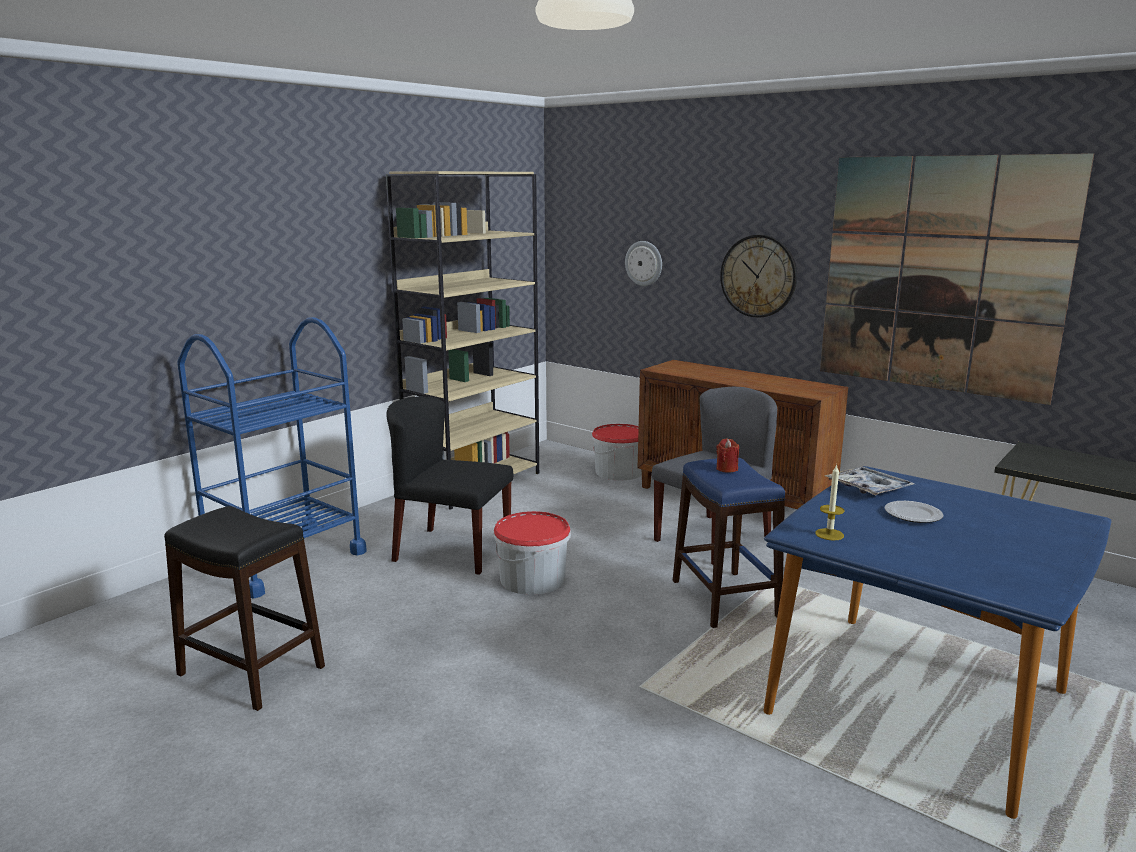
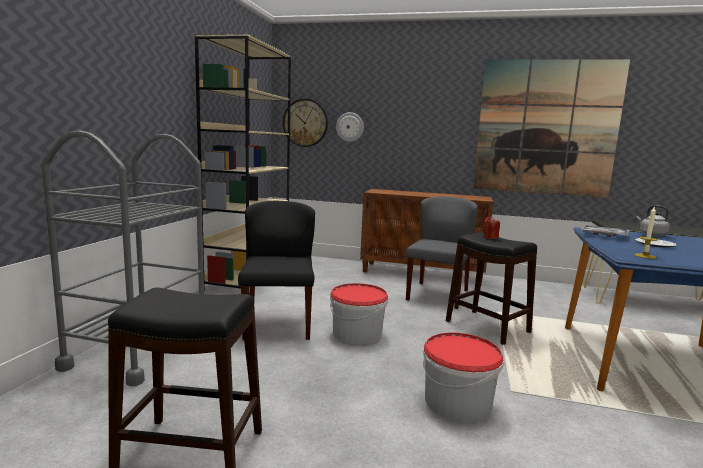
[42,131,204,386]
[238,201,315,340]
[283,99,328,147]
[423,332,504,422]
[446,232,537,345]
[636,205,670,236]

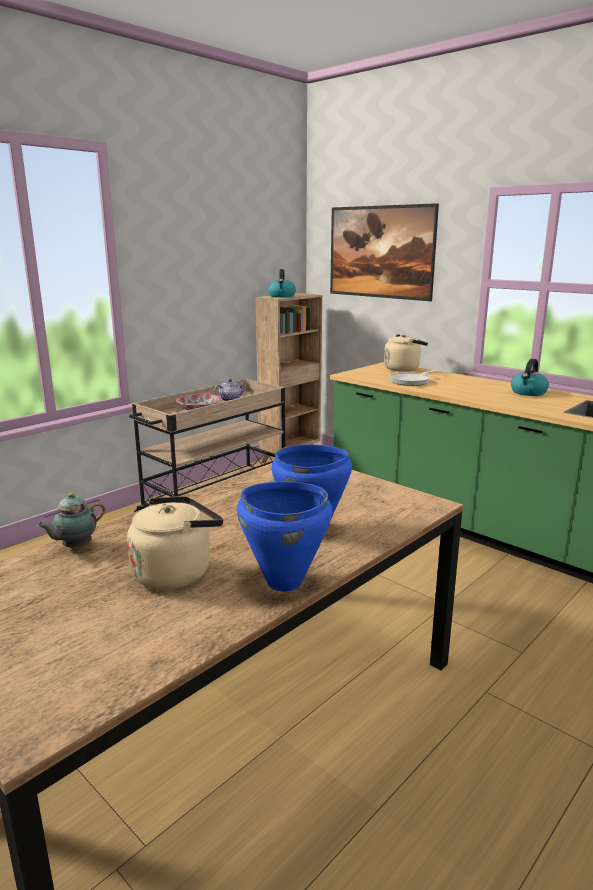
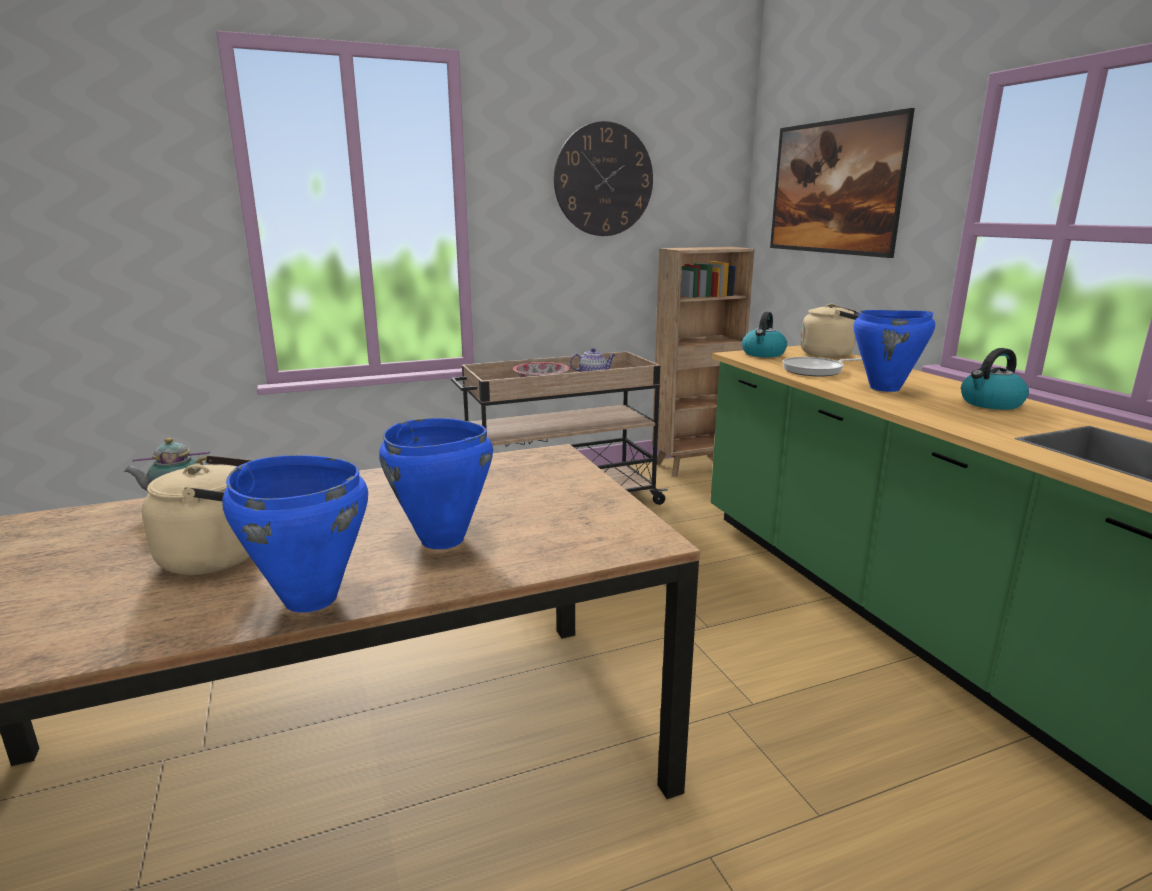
[554,121,653,236]
[742,312,787,357]
[854,310,935,392]

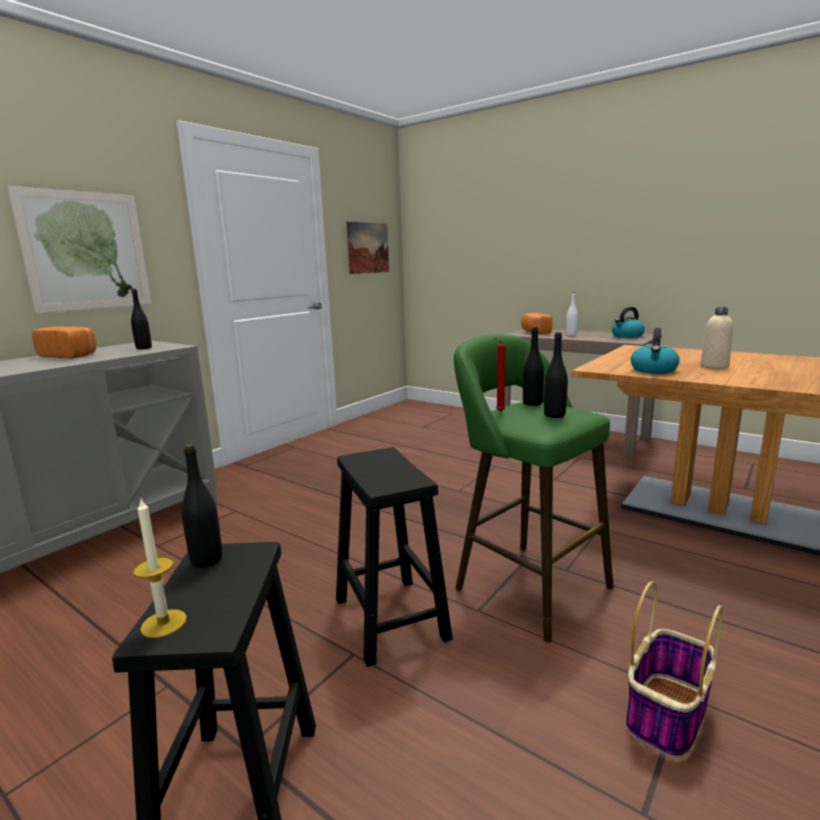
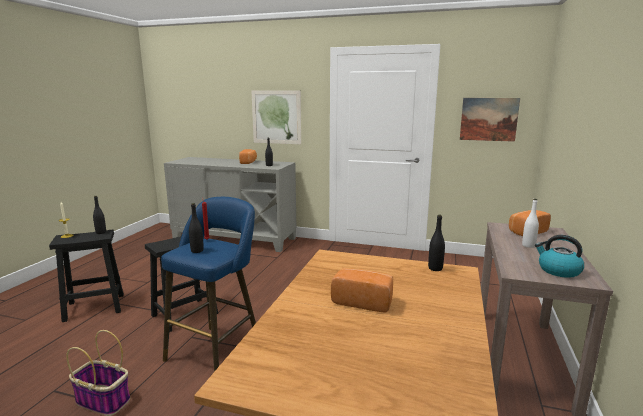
[161,197,256,372]
[331,268,393,313]
[428,215,445,271]
[631,328,680,374] (first image)

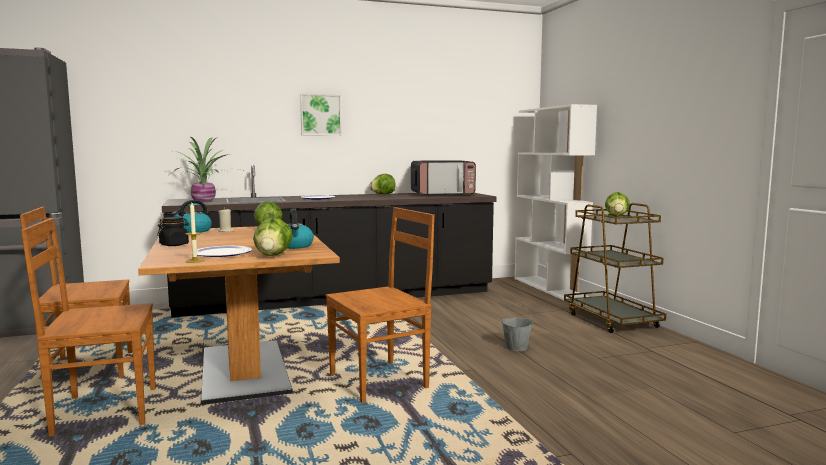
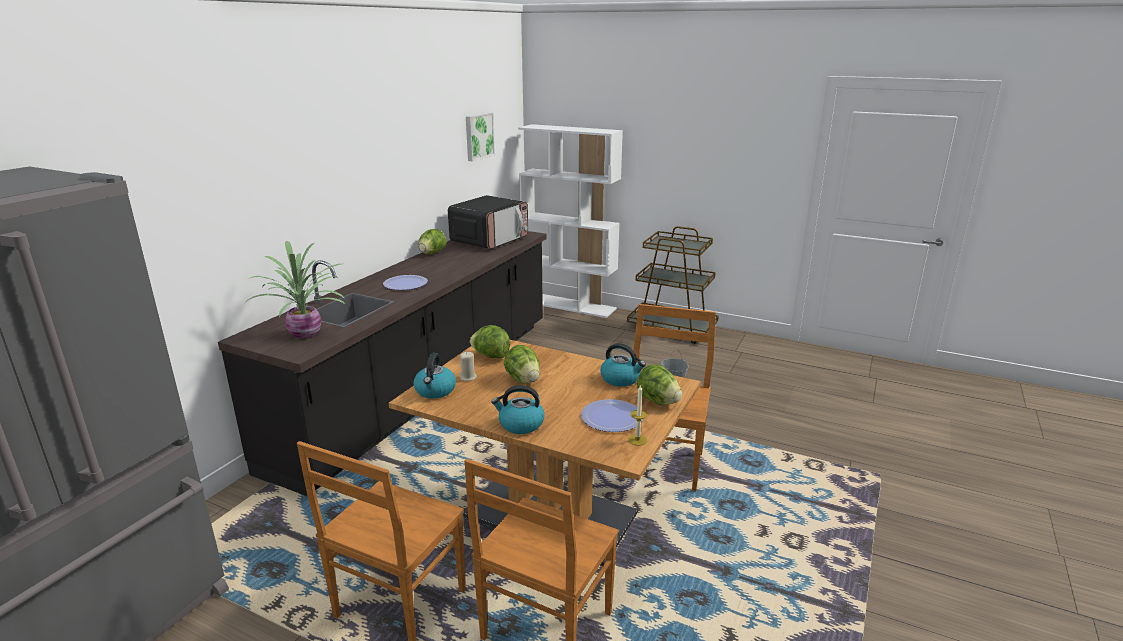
[466,112,495,161]
[491,385,544,434]
[504,345,540,384]

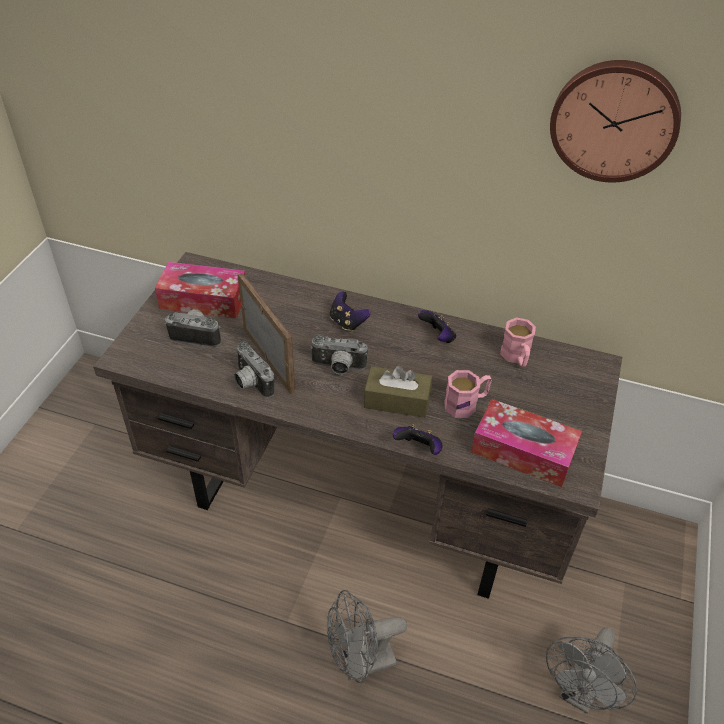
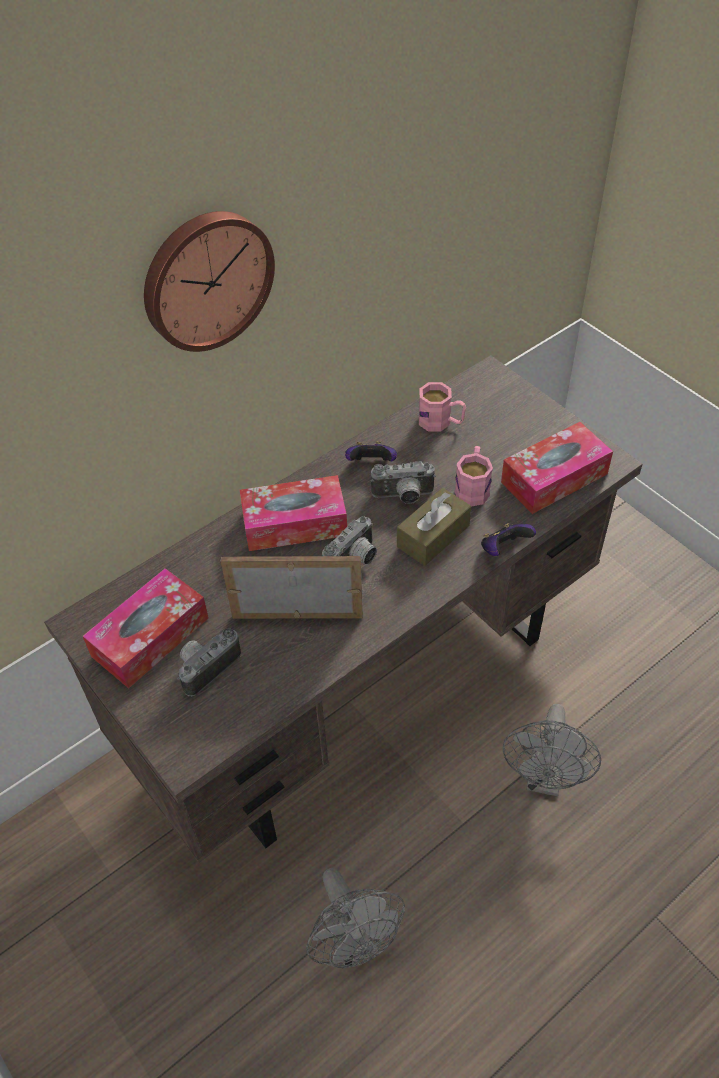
[144,211,275,352]
[240,475,347,551]
[306,868,405,968]
[371,461,436,504]

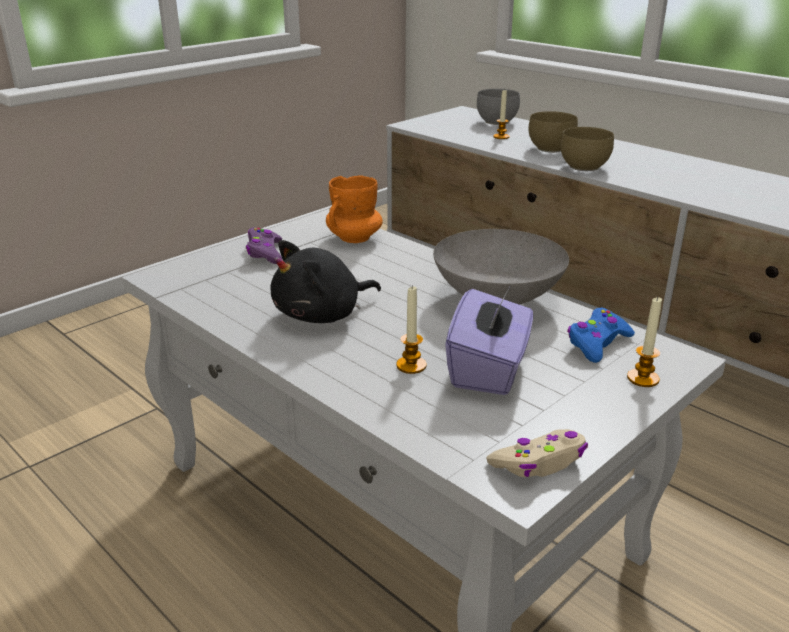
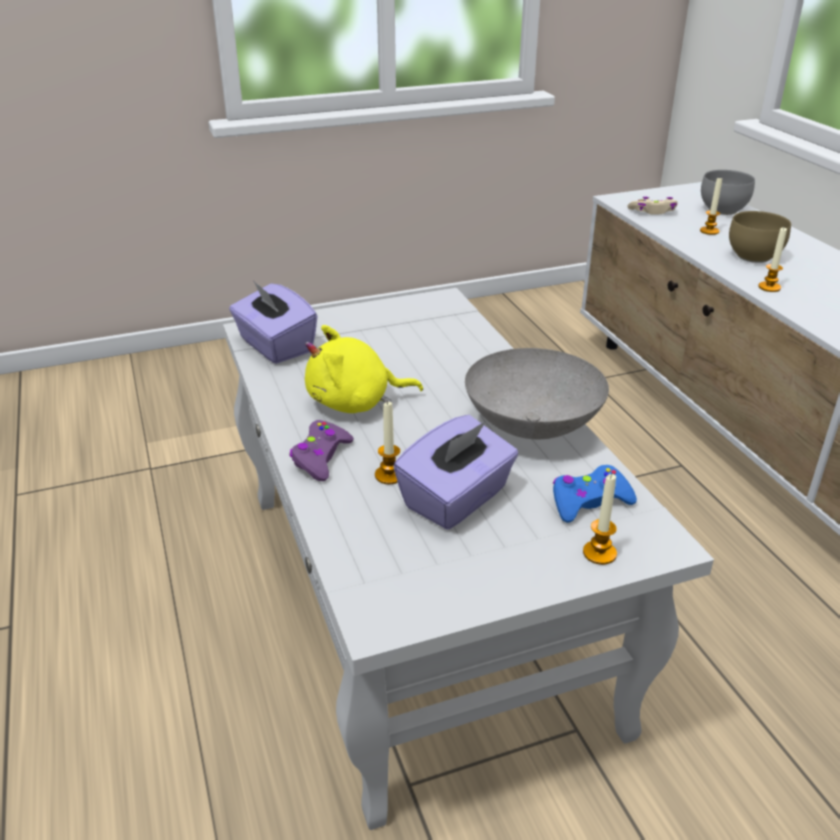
[229,279,318,364]
[290,420,354,481]
[305,325,423,413]
[628,197,677,215]
[758,227,787,292]
[326,175,383,243] (first image)

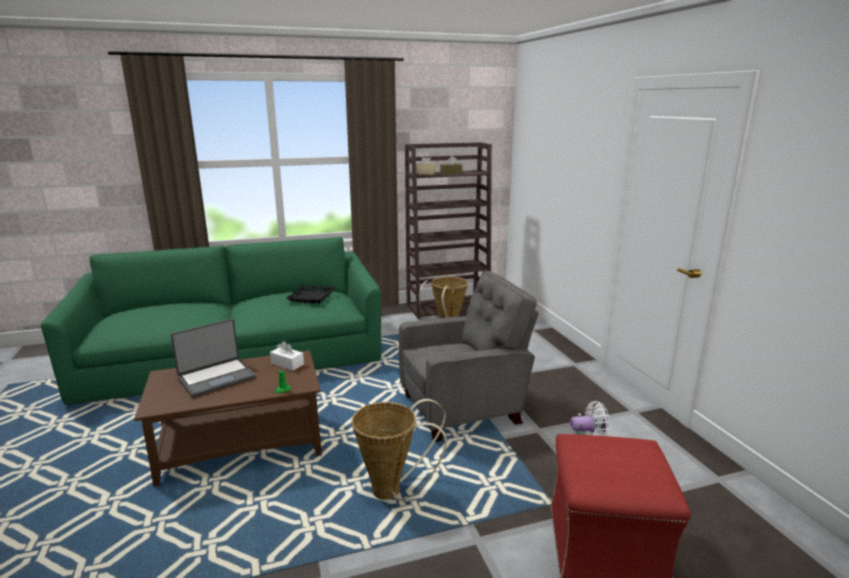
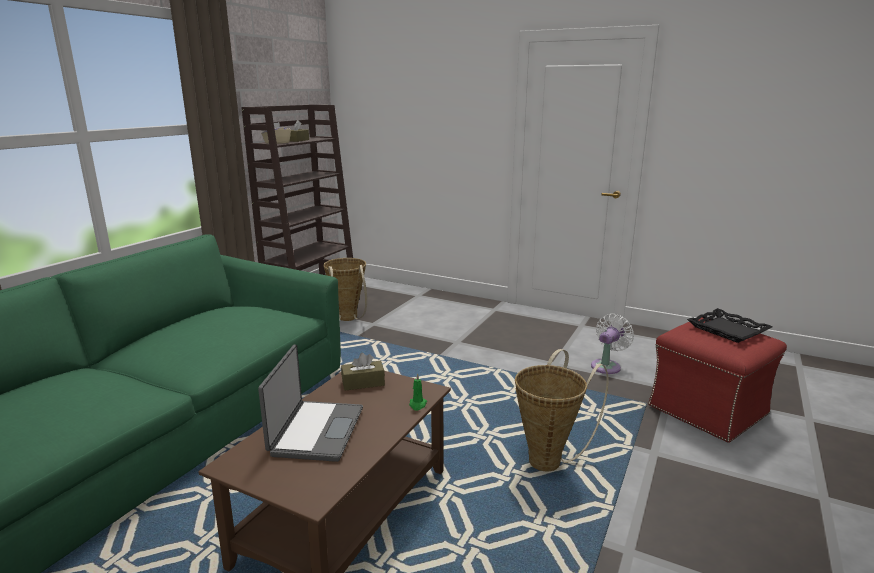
[341,353,385,391]
[687,308,772,343]
[399,271,539,442] (first image)

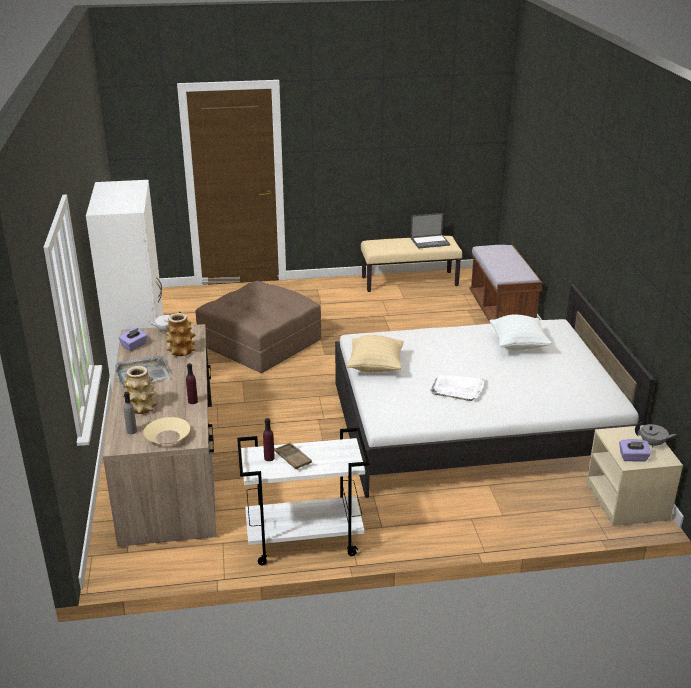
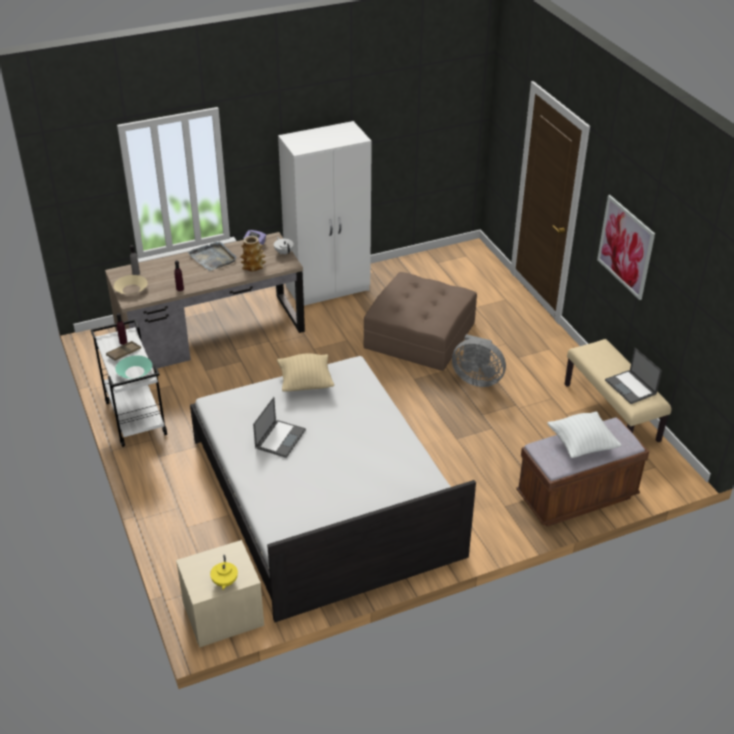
[115,355,152,379]
[210,555,238,590]
[253,397,306,458]
[452,334,506,387]
[547,411,622,458]
[597,195,655,300]
[122,366,157,414] (first image)
[619,439,651,462] (first image)

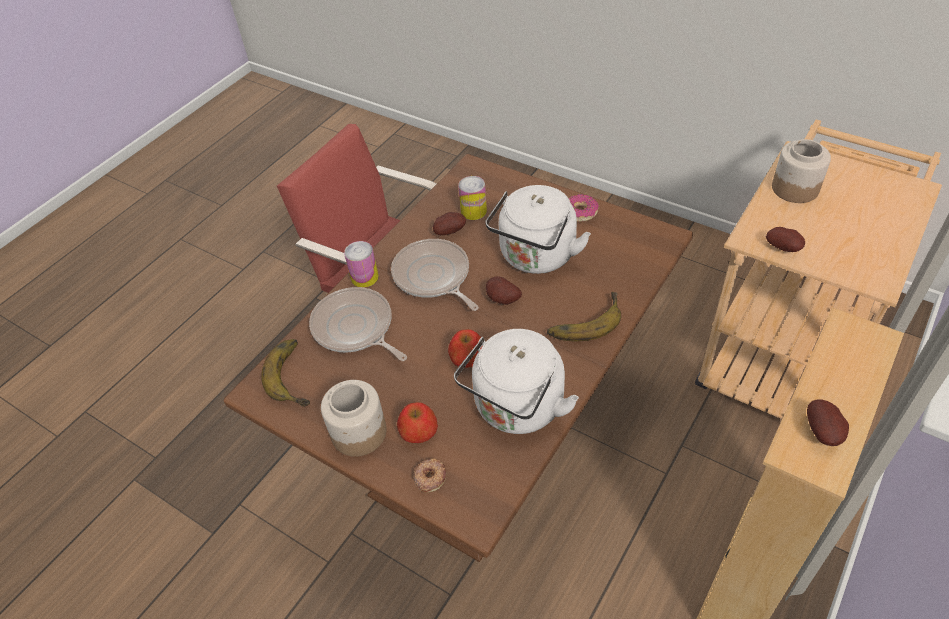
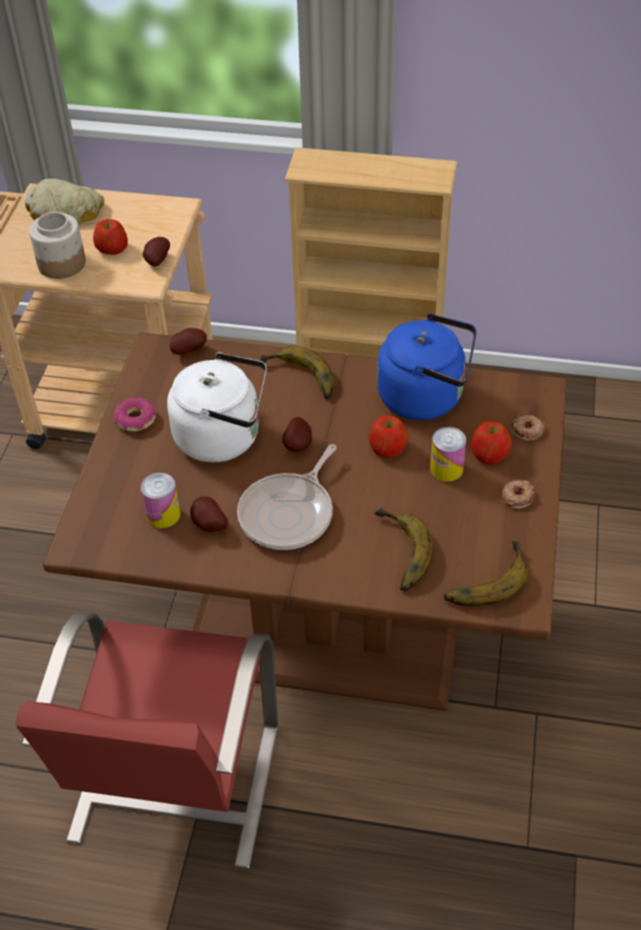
[25,179,105,222]
[93,219,128,255]
[170,328,207,355]
[374,508,434,591]
[377,313,477,420]
[430,427,466,481]
[502,480,535,509]

